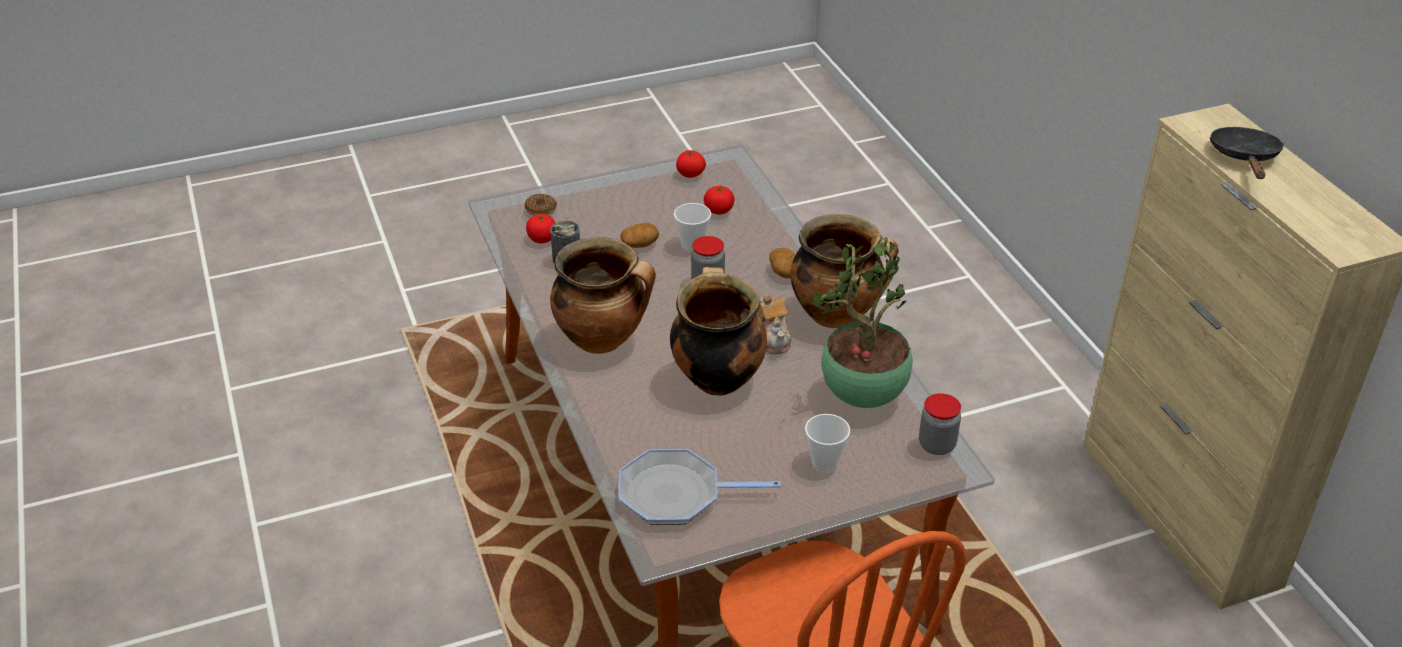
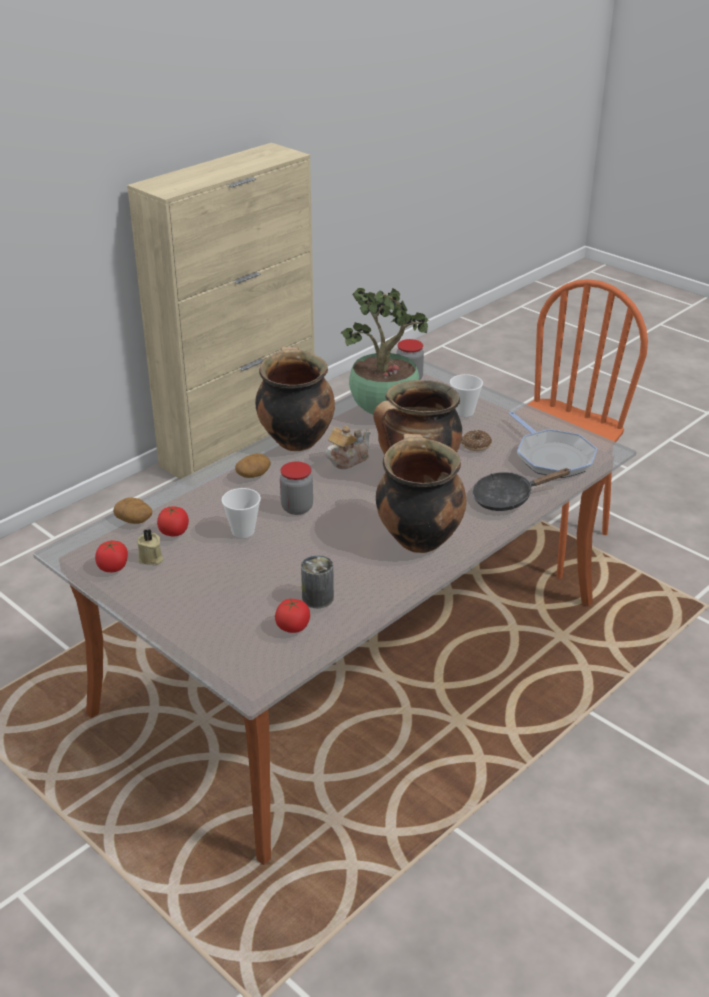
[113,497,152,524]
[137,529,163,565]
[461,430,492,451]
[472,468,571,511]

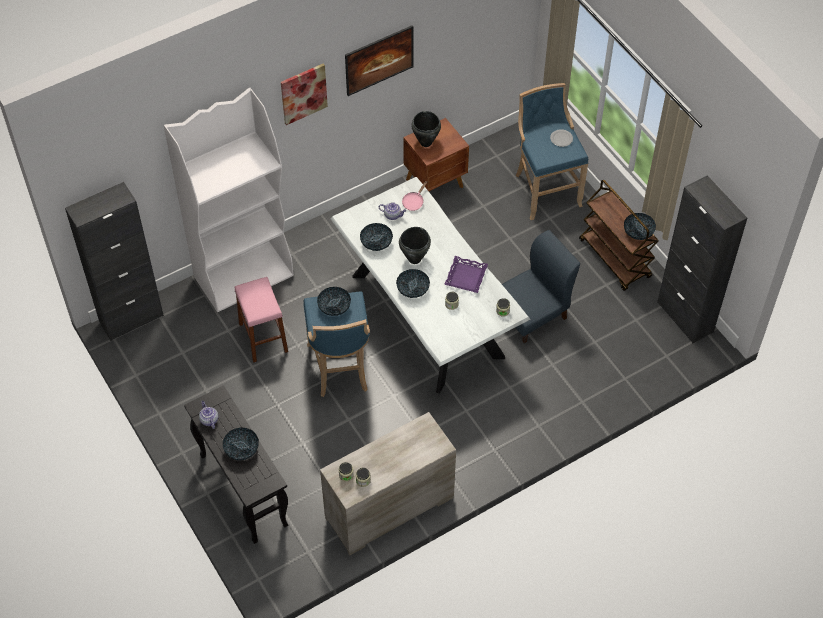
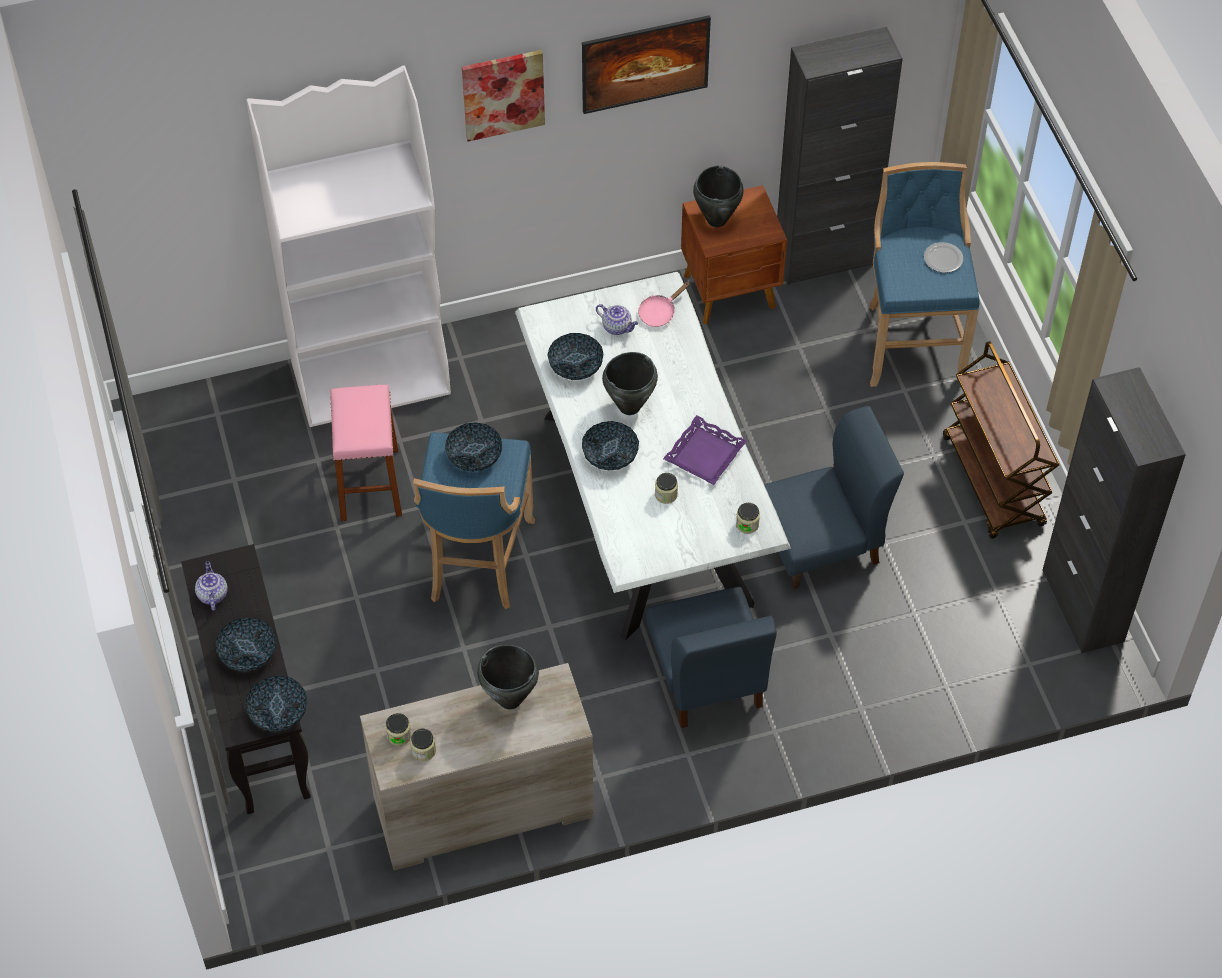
[245,676,307,732]
[477,645,539,709]
[646,587,777,728]
[777,27,903,285]

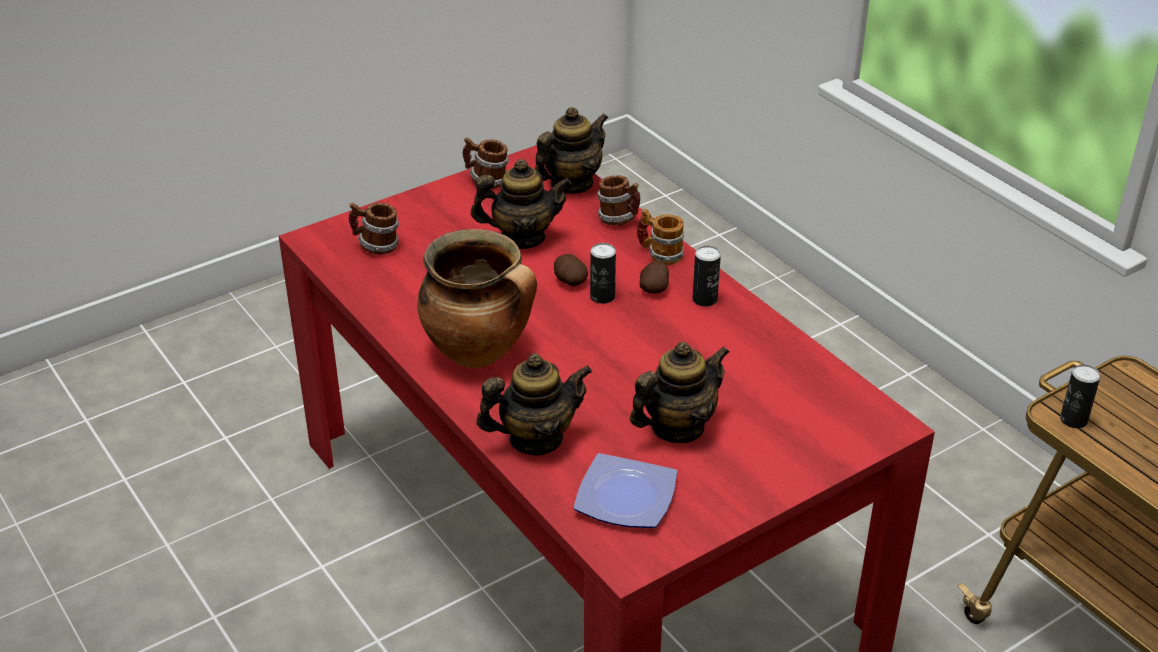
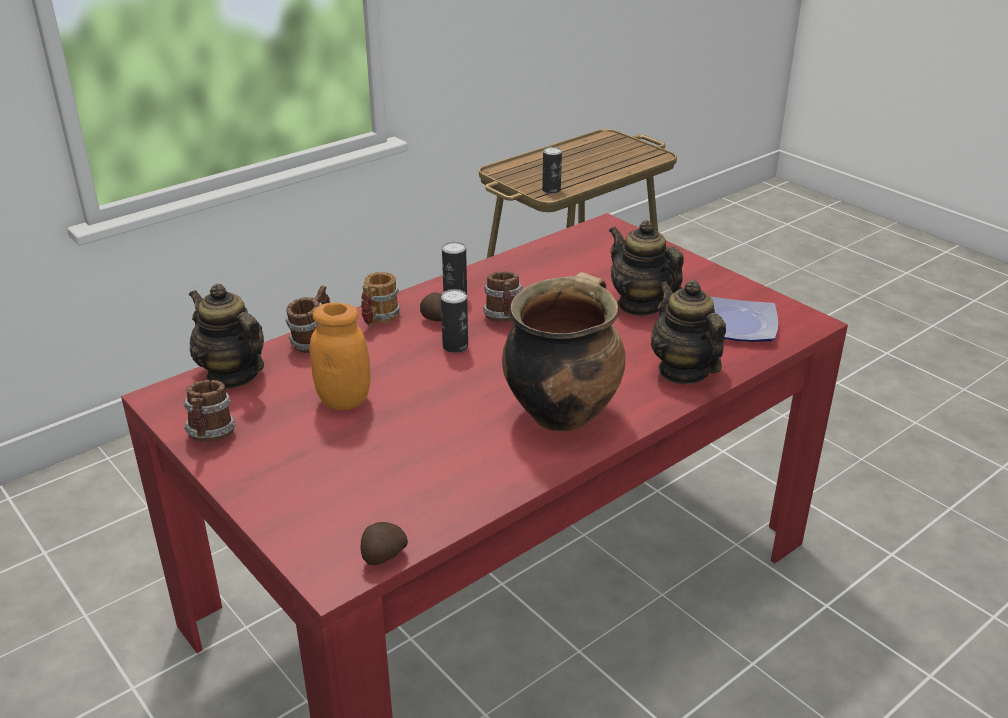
[310,303,371,410]
[361,522,408,565]
[483,271,522,322]

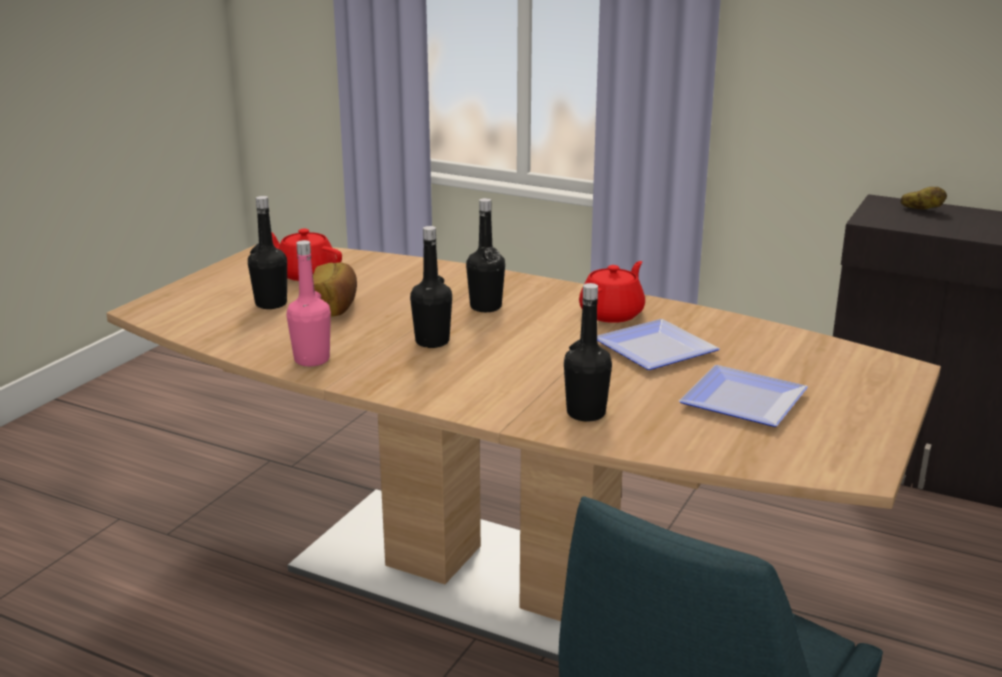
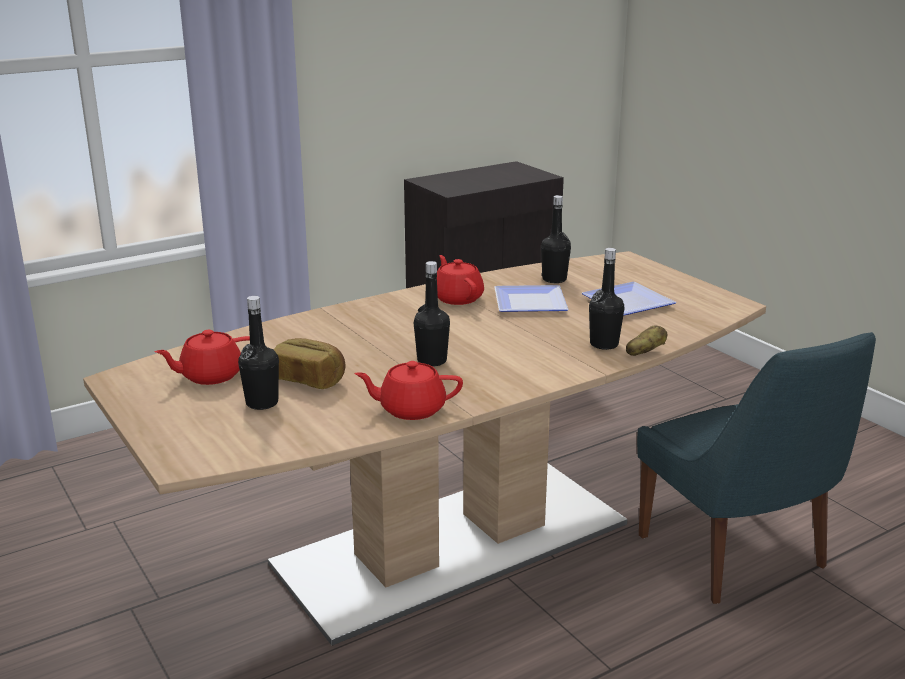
[354,361,463,420]
[541,195,571,283]
[626,325,667,356]

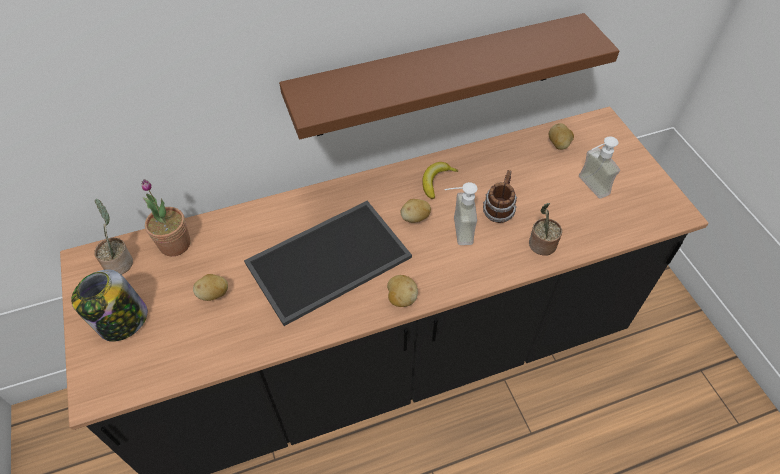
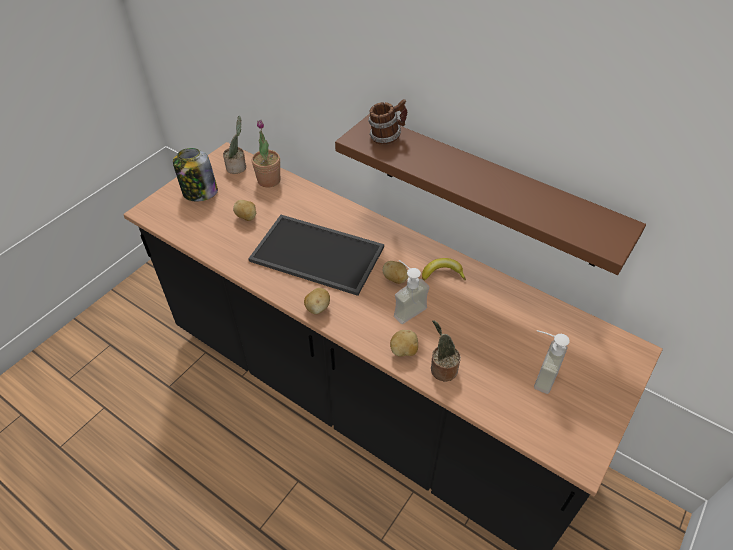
[368,99,407,145]
[390,330,418,357]

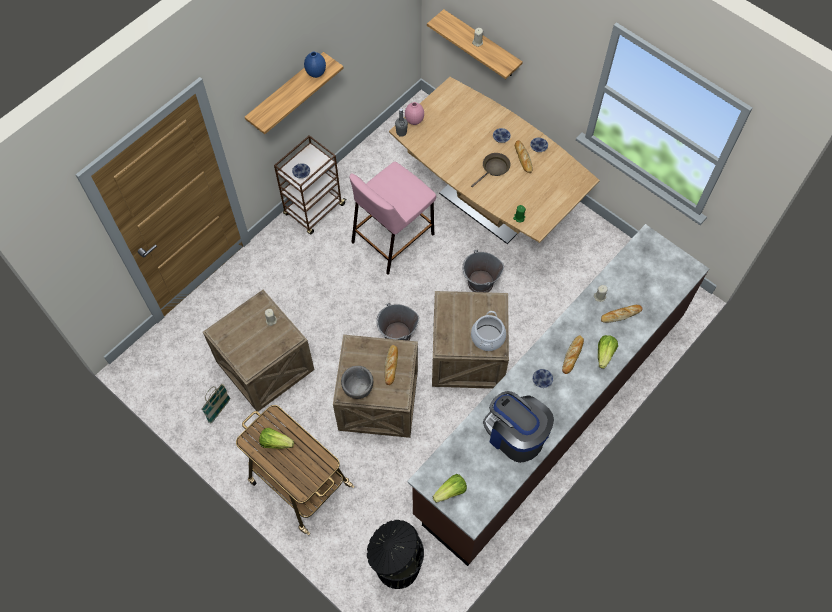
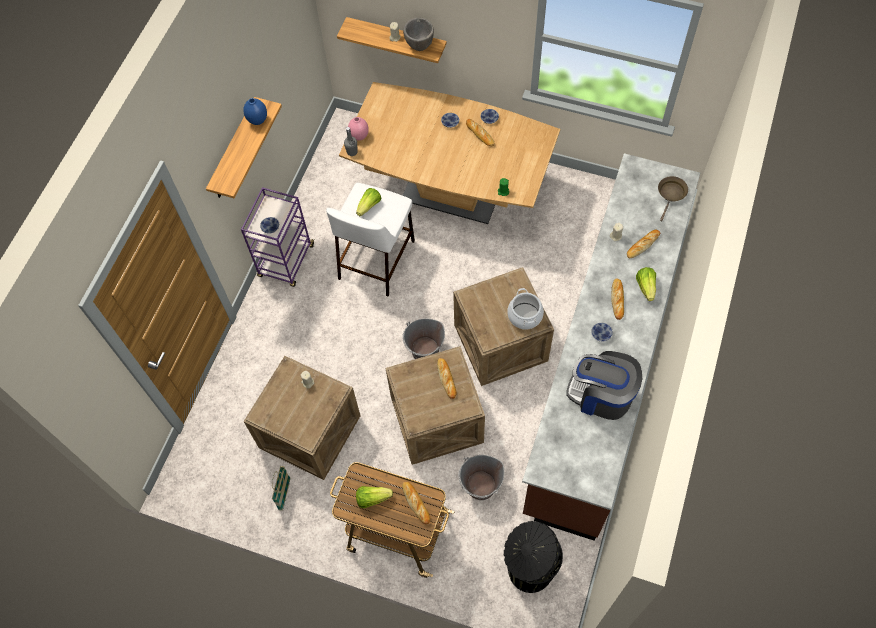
[241,187,314,287]
[326,183,415,297]
[356,188,381,216]
[402,482,430,524]
[403,17,434,51]
[458,455,505,500]
[658,176,688,221]

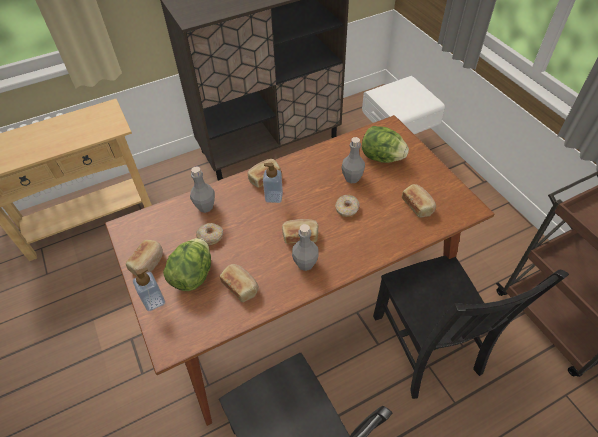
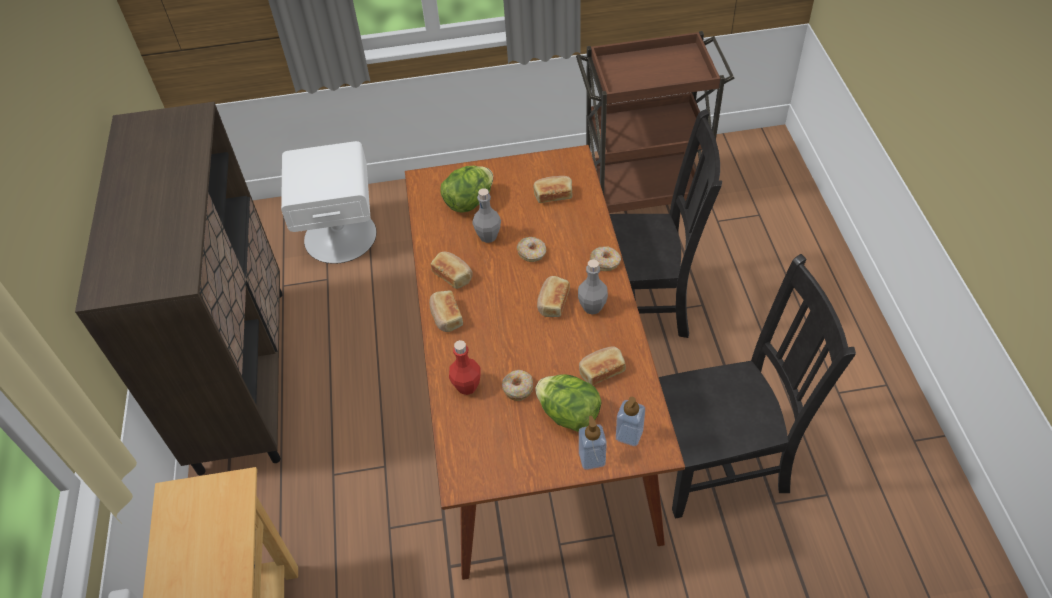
[431,252,473,289]
[449,340,481,395]
[590,246,621,271]
[616,397,645,446]

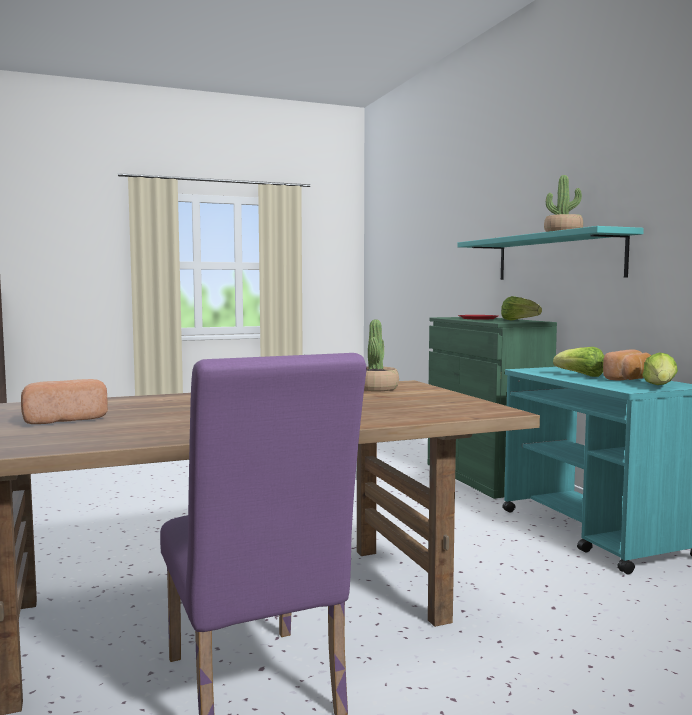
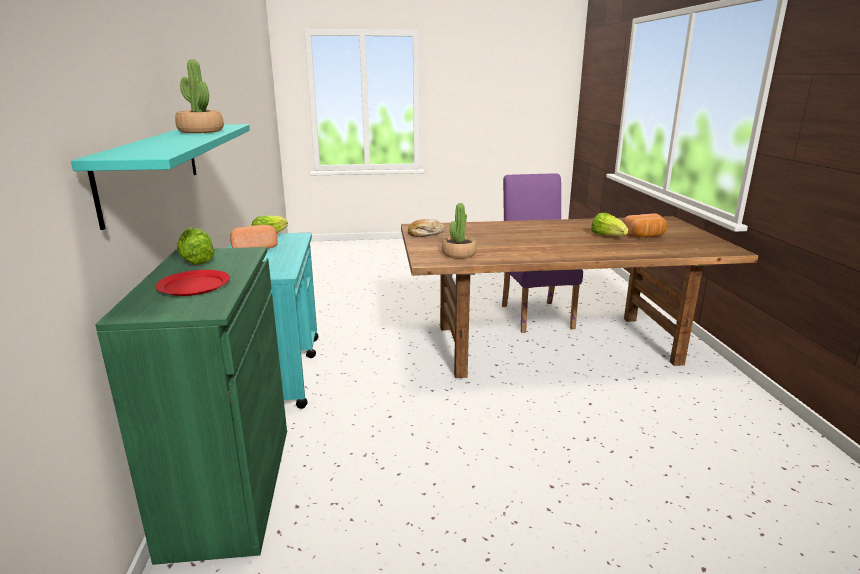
[408,219,445,237]
[591,213,629,236]

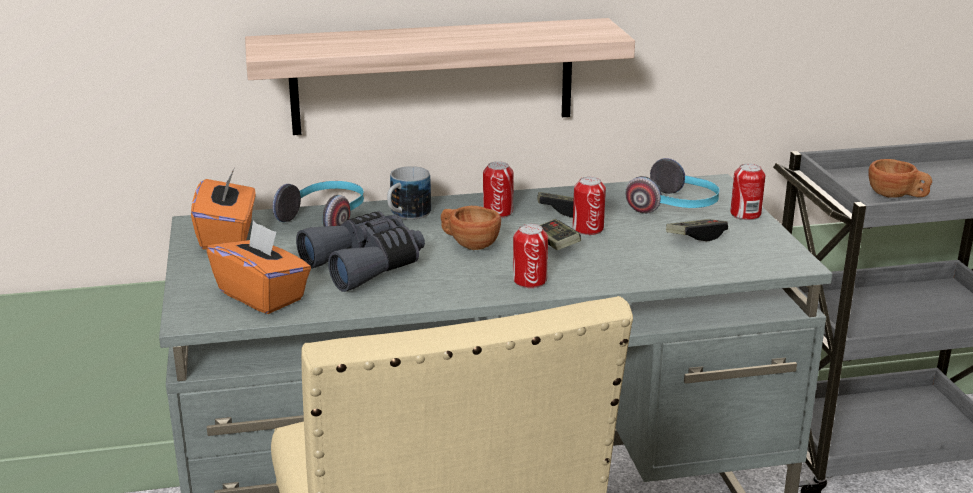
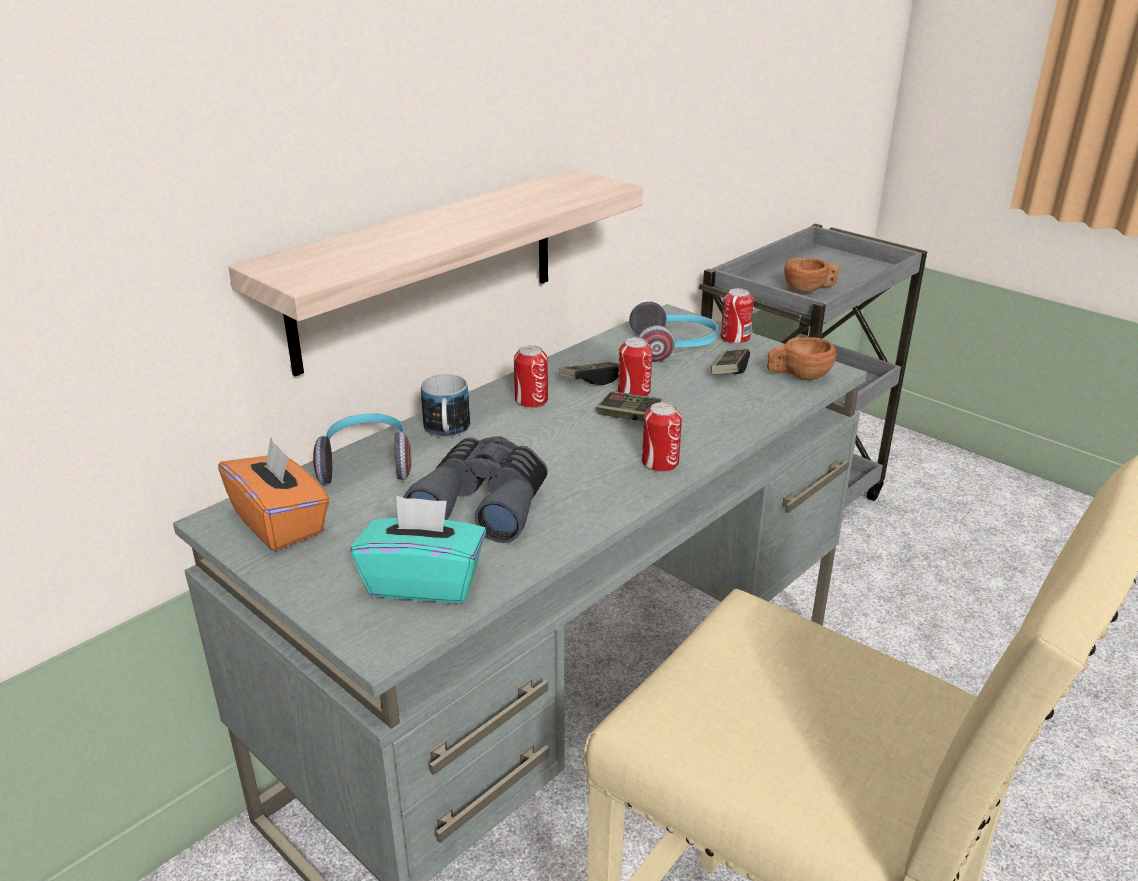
[351,496,486,603]
[767,337,836,380]

